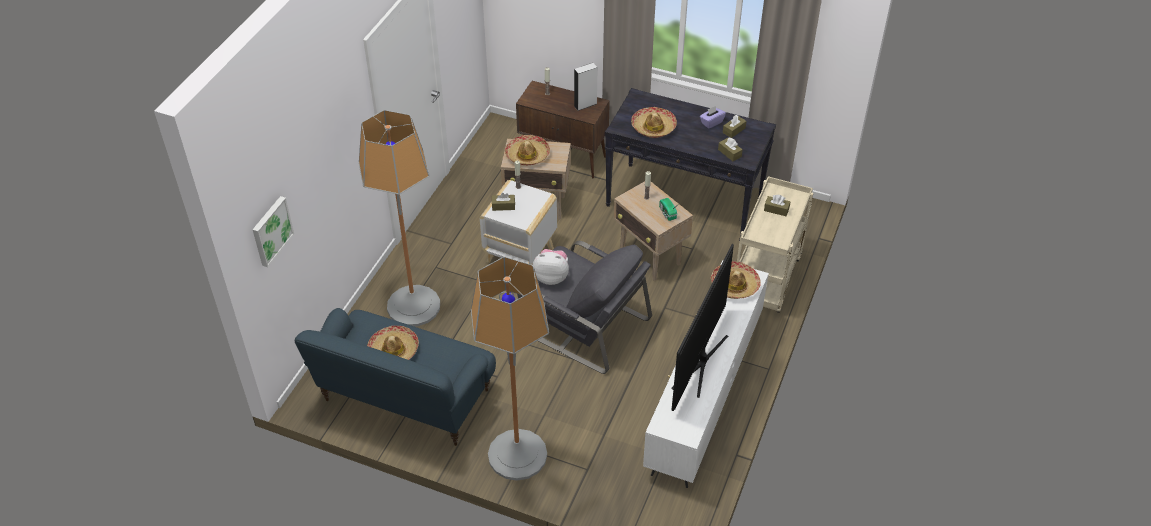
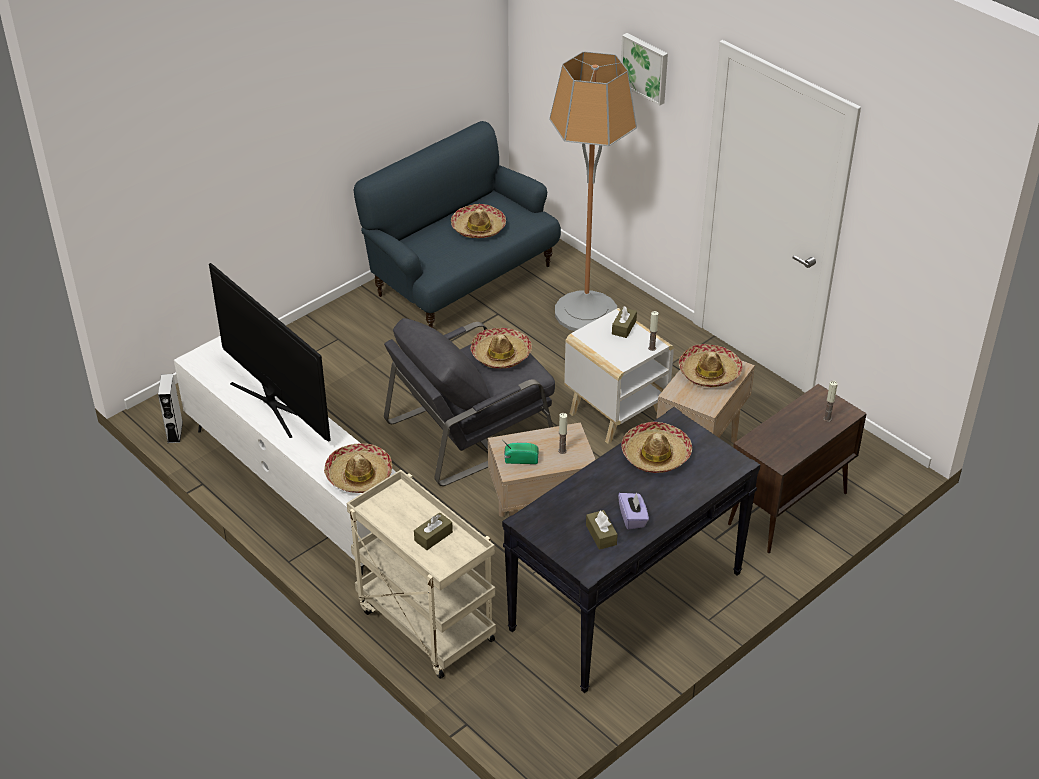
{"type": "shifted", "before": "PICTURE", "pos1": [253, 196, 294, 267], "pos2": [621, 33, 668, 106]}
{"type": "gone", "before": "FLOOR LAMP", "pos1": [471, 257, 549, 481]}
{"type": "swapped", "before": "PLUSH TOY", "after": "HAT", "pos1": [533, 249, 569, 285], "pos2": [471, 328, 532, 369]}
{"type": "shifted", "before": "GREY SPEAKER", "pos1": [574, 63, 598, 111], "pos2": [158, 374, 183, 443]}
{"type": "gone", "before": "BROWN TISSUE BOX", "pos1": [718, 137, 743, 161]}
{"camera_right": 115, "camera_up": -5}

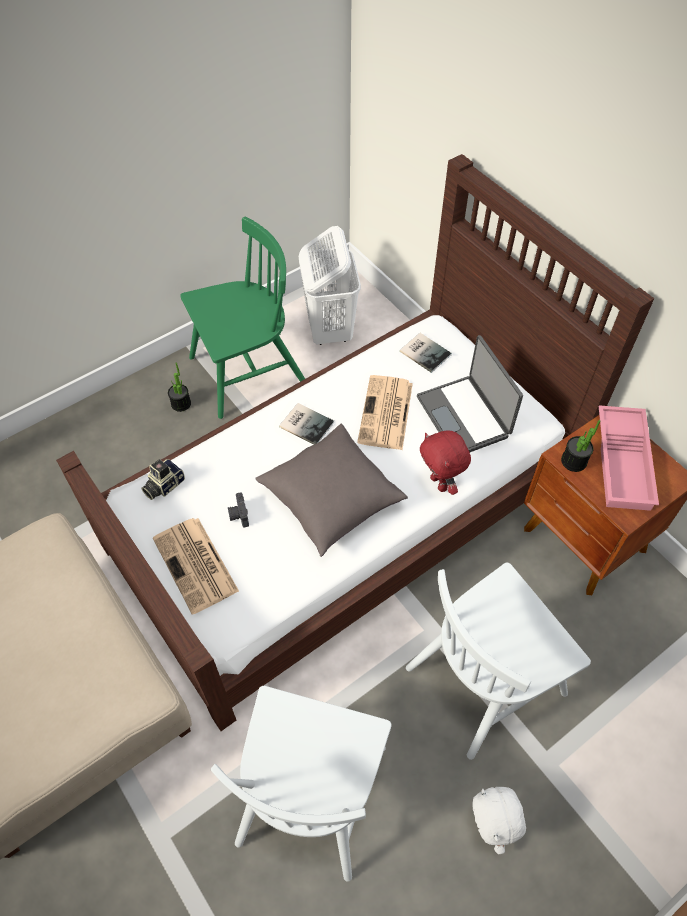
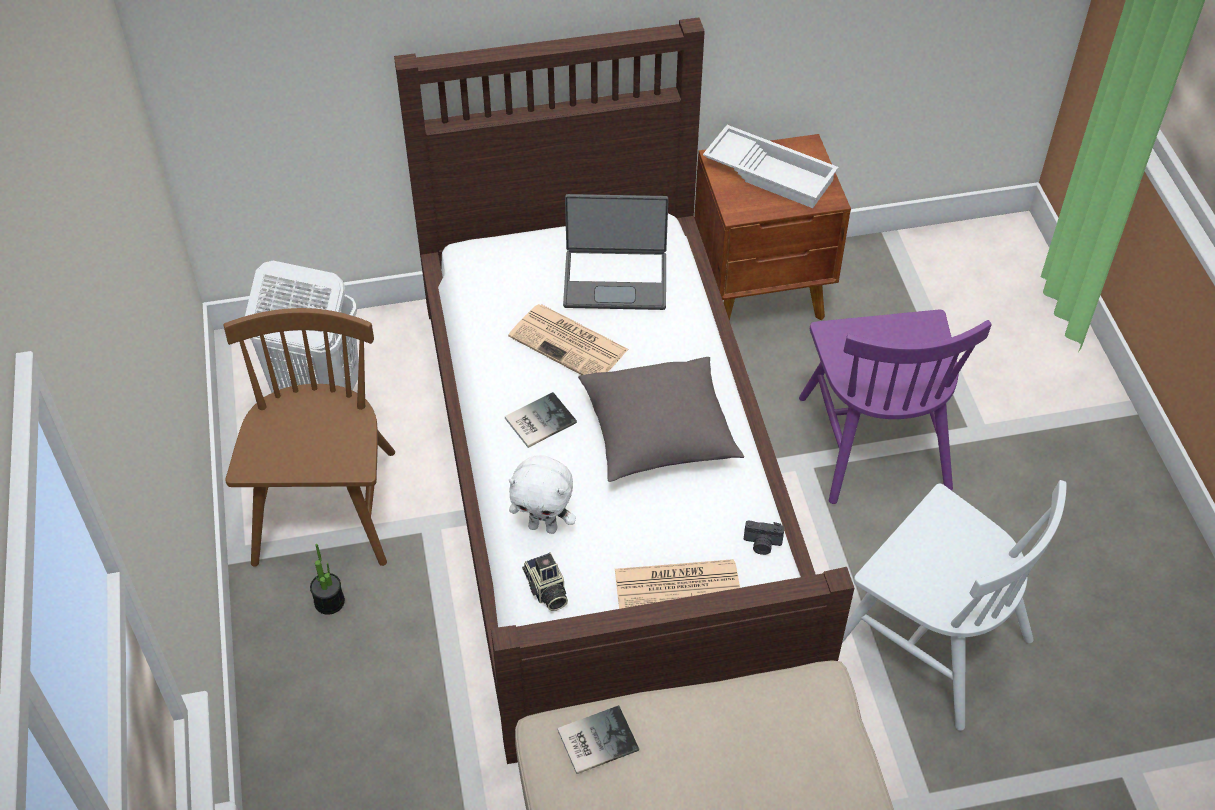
{"type": "repainted", "before": "GREEN CHAIR", "after": "BROWN CHAIR", "pos1": [180, 216, 305, 419], "pos2": [223, 308, 395, 567]}
{"type": "shifted", "before": "PHOTO CAMERA", "pos1": [228, 492, 249, 528], "pos2": [744, 520, 785, 555]}
{"type": "shifted", "before": "BOOK", "pos1": [400, 333, 452, 373], "pos2": [557, 705, 639, 774]}
{"type": "repainted", "before": "WHITE CHAIR", "after": "PURPLE CHAIR", "pos1": [406, 563, 591, 760], "pos2": [799, 310, 992, 504]}
{"type": "gone", "before": "RED PLUSH TOY", "pos1": [420, 431, 471, 495]}
{"type": "shifted", "before": "WHITE PLUSH TOY", "pos1": [472, 787, 526, 854], "pos2": [509, 455, 576, 534]}
{"type": "gone", "before": "POTTED PLANT", "pos1": [561, 420, 600, 472]}
{"type": "repainted", "before": "PINK TRAY", "after": "WHITE TRAY", "pos1": [599, 405, 659, 511], "pos2": [703, 125, 838, 208]}
{"camera_right": -65, "camera_up": -5}

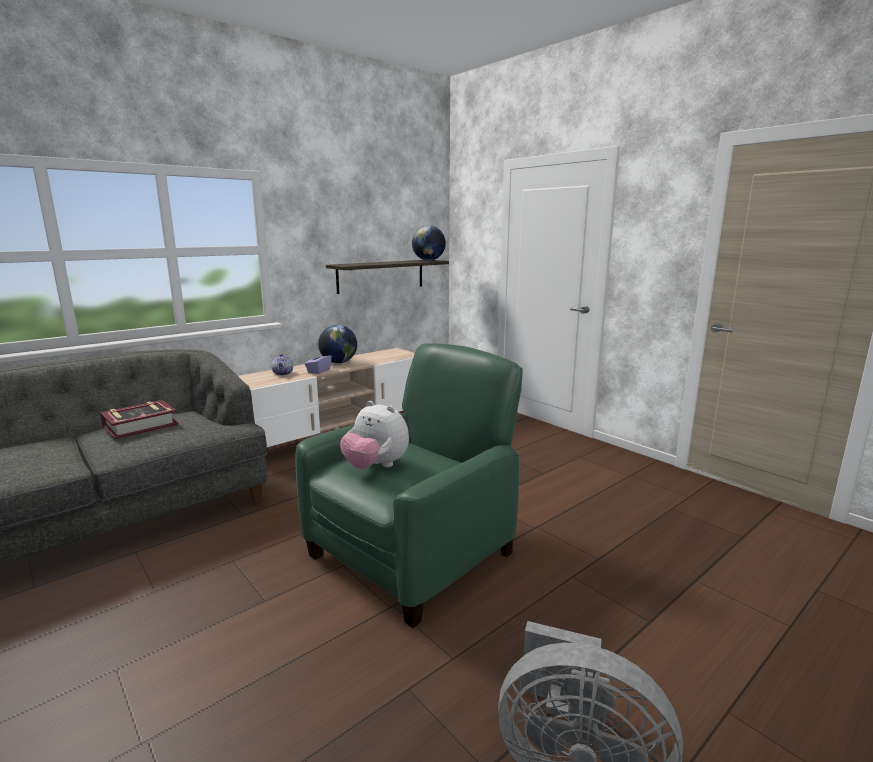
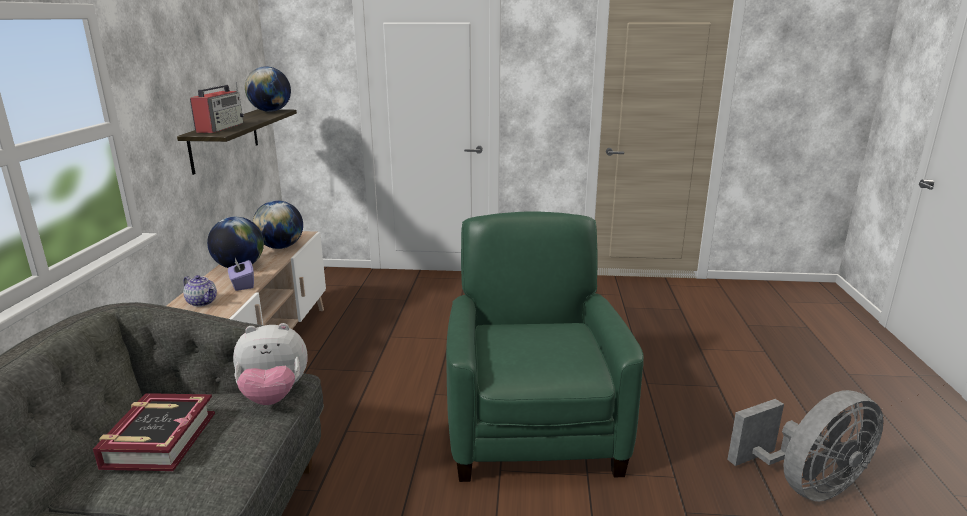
{"type": "shifted", "before": "PLUSH TOY", "pos1": [340, 401, 409, 469], "pos2": [233, 323, 308, 405]}
{"type": "new", "after": "RADIO", "pos2": [190, 82, 244, 133]}
{"type": "new", "after": "GLOBE", "pos2": [253, 200, 303, 249]}
{"camera_right": -45, "camera_up": 5}

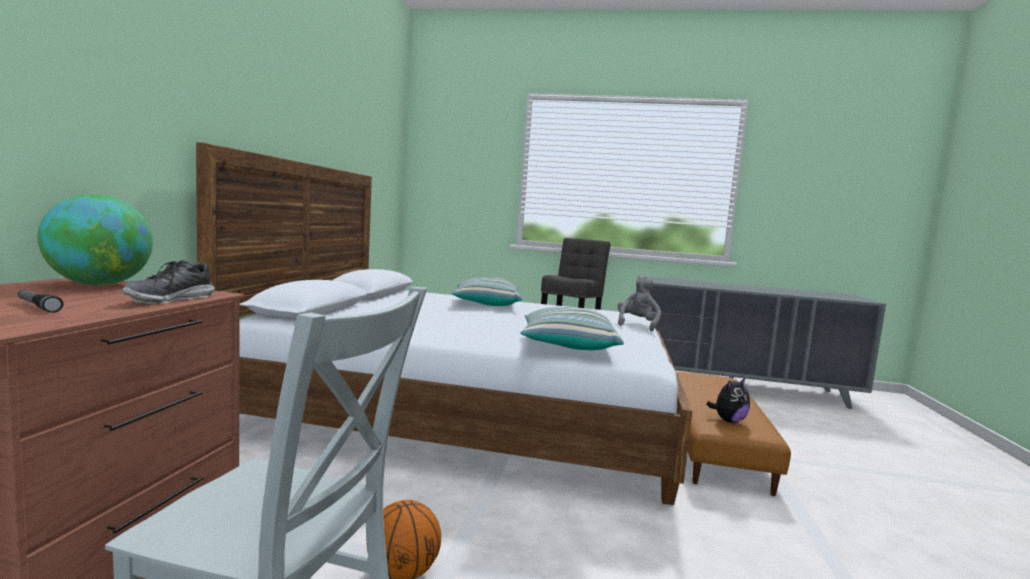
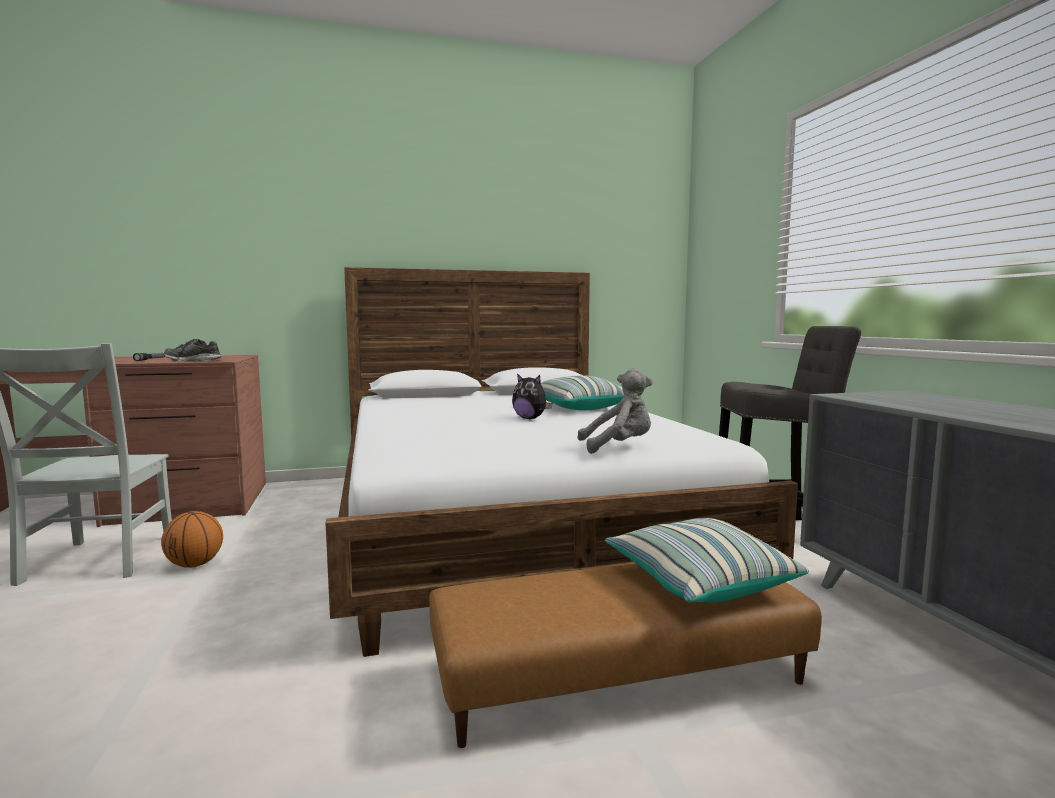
{"type": "gone", "before": "GLOBE", "pos1": [38, 194, 153, 285]}
{"type": "shifted", "before": "PILLOW", "pos1": [520, 307, 624, 350], "pos2": [605, 518, 809, 603]}
{"type": "shifted", "before": "PLUSH TOY", "pos1": [706, 377, 750, 423], "pos2": [512, 374, 552, 419]}
{"camera_right": 65, "camera_up": 0}

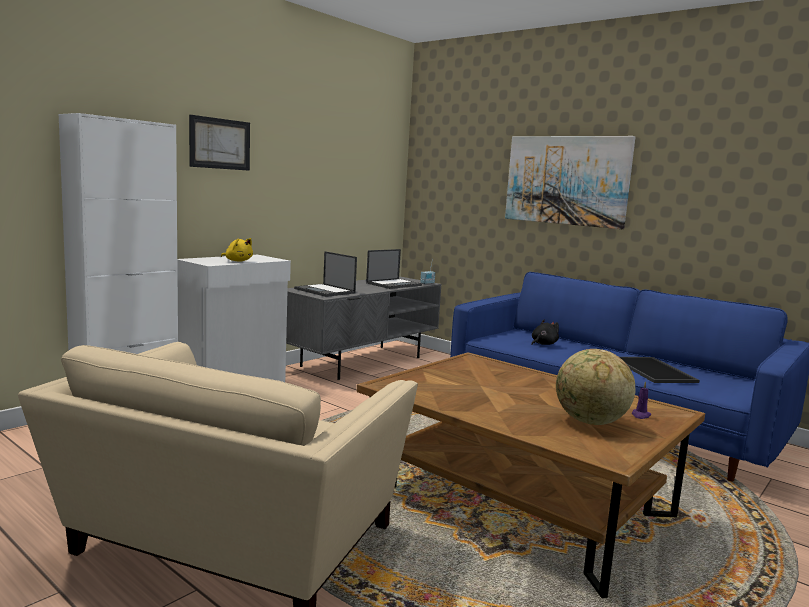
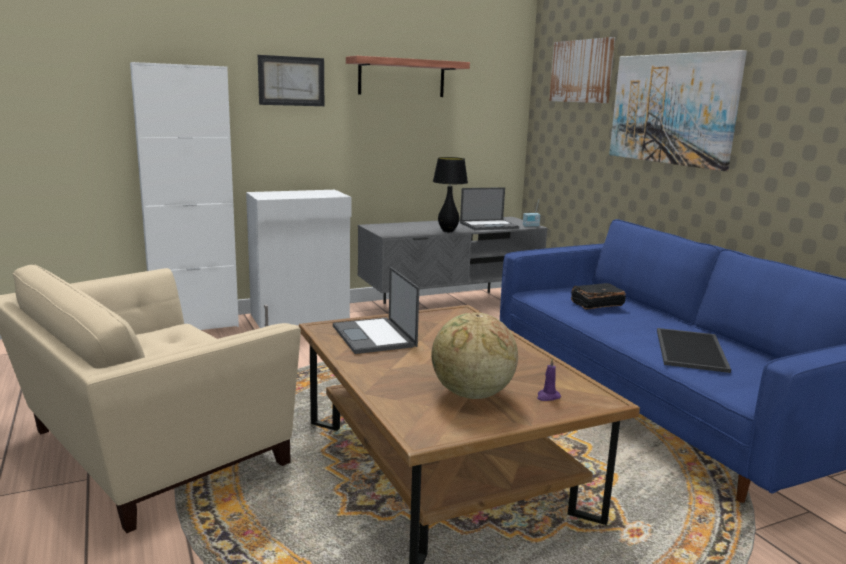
{"type": "gone", "before": "YELLOW PLUSH TOY", "pos1": [221, 238, 253, 262]}
{"type": "shifted", "before": "LAPTOP", "pos1": [294, 251, 357, 297], "pos2": [333, 267, 419, 354]}
{"type": "swapped", "before": "BLACK PLUSH TOY", "after": "BLACK BOOK", "pos1": [532, 320, 559, 345], "pos2": [571, 283, 626, 310]}
{"type": "new", "after": "SHELF", "pos2": [346, 56, 470, 97]}
{"type": "new", "after": "BLACK TABLE LAMP", "pos2": [433, 157, 468, 232]}
{"type": "new", "after": "PICTURE", "pos2": [549, 37, 615, 103]}
{"camera_right": 25, "camera_up": 5}

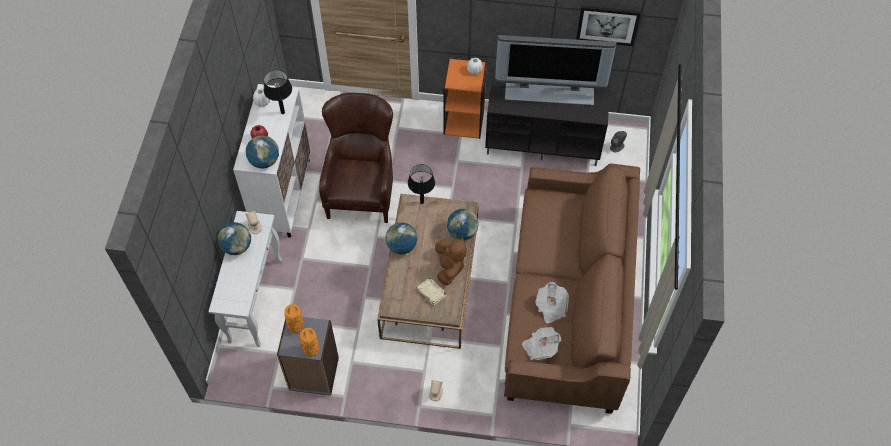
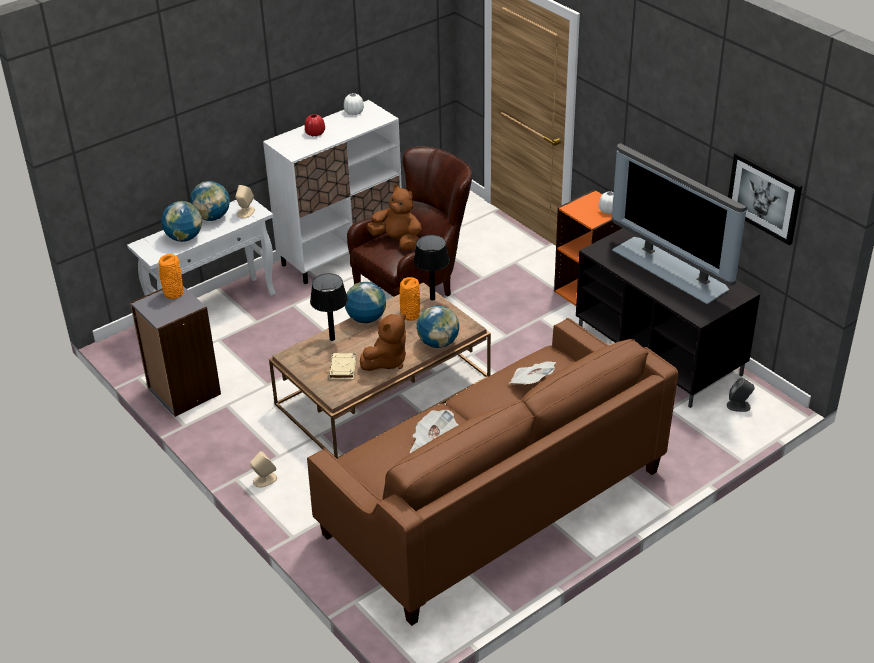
{"type": "shifted", "before": "GLOBE", "pos1": [246, 135, 279, 168], "pos2": [161, 201, 202, 242]}
{"type": "shifted", "before": "BLACK TABLE LAMP", "pos1": [264, 70, 292, 114], "pos2": [310, 274, 348, 341]}
{"type": "shifted", "before": "ORANGE VASE", "pos1": [300, 328, 319, 357], "pos2": [400, 277, 420, 321]}
{"type": "shifted", "before": "NEWSPAPER", "pos1": [522, 327, 561, 360], "pos2": [509, 361, 556, 385]}
{"type": "new", "after": "BROWN PLUSH TOY", "pos2": [367, 185, 421, 251]}
{"camera_right": 45, "camera_up": -20}

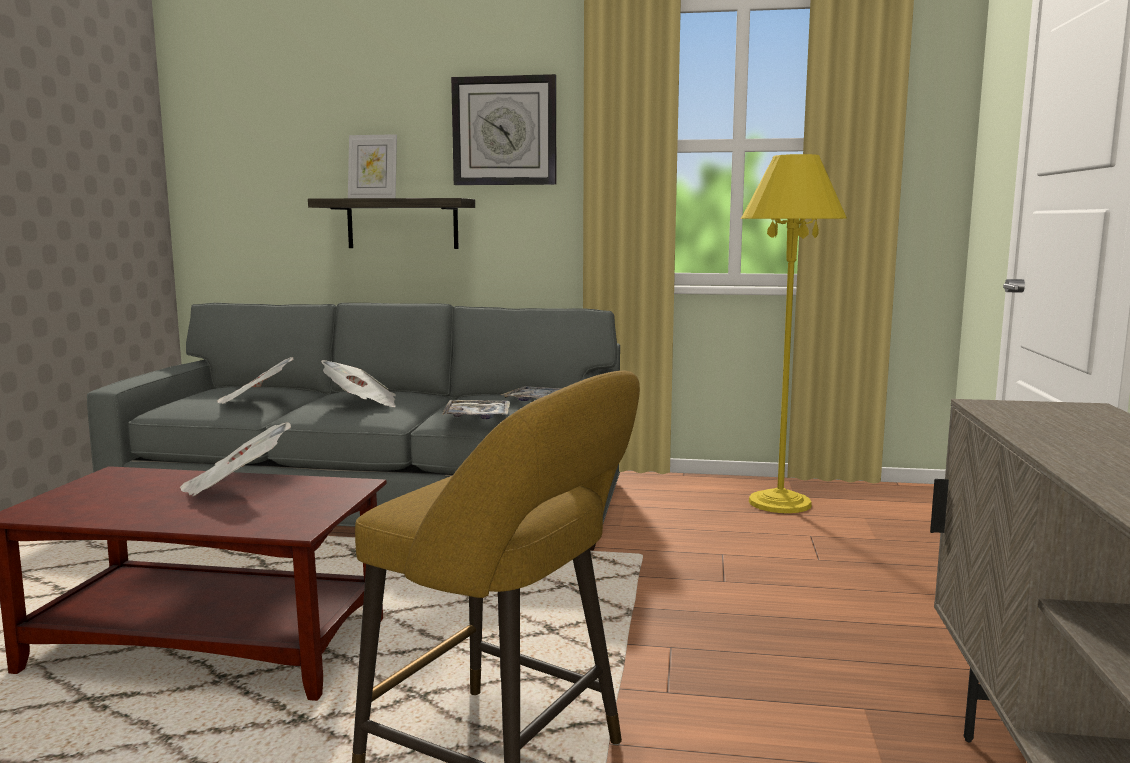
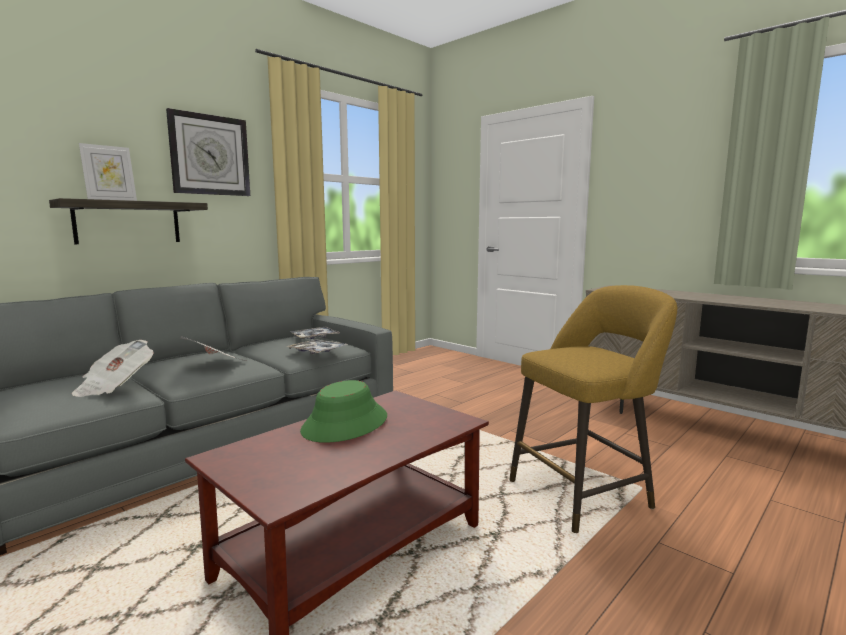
{"type": "swapped", "before": "NEWSPAPER", "after": "GREEN HAT", "pos1": [180, 423, 291, 496], "pos2": [300, 380, 387, 443]}
{"type": "gone", "before": "YELLOW FLOOR LAMP", "pos1": [741, 154, 847, 513]}
{"camera_right": -55, "camera_up": 0}

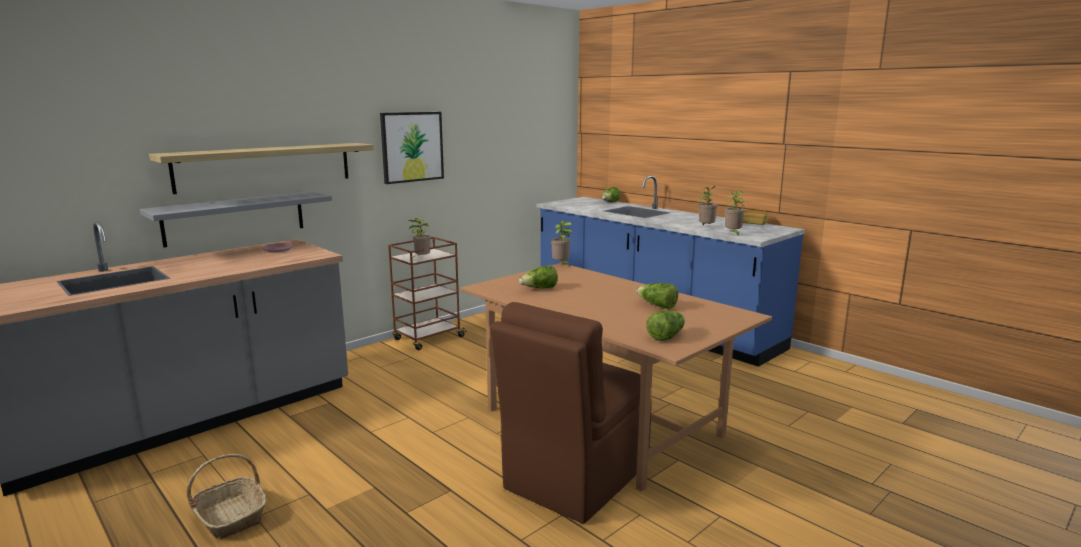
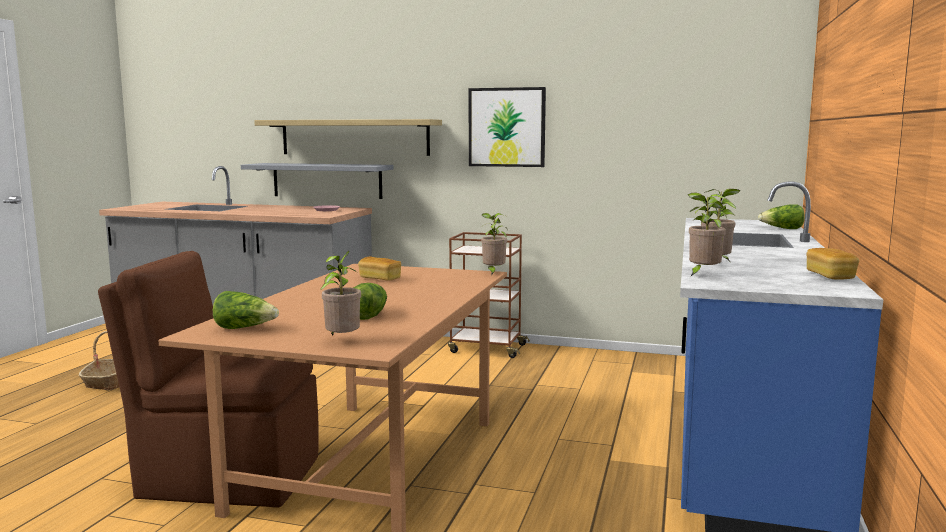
{"type": "shifted", "before": "POTTED PLANT", "pos1": [408, 218, 431, 257], "pos2": [320, 251, 361, 335]}
{"type": "swapped", "before": "LETTUCE", "after": "BREAD", "pos1": [519, 265, 558, 288], "pos2": [358, 257, 401, 281]}
{"camera_right": 60, "camera_up": -5}

